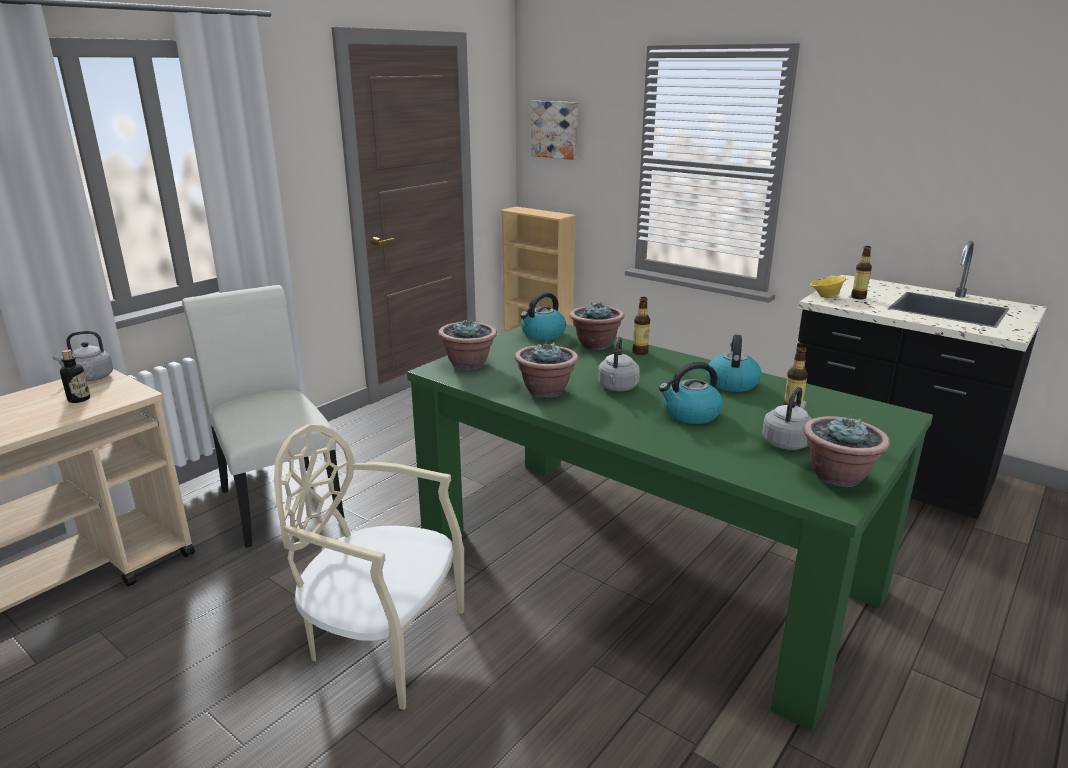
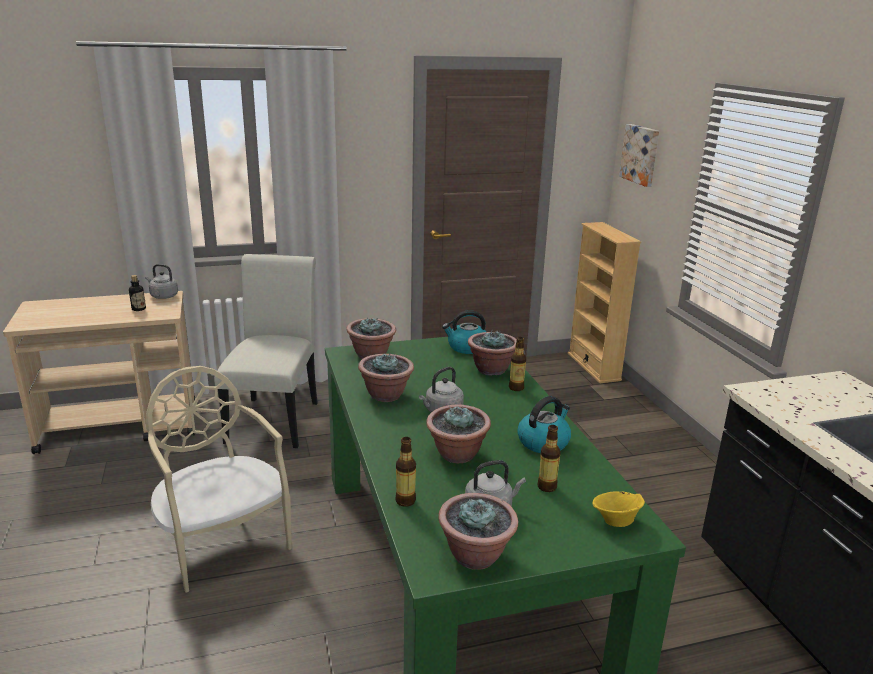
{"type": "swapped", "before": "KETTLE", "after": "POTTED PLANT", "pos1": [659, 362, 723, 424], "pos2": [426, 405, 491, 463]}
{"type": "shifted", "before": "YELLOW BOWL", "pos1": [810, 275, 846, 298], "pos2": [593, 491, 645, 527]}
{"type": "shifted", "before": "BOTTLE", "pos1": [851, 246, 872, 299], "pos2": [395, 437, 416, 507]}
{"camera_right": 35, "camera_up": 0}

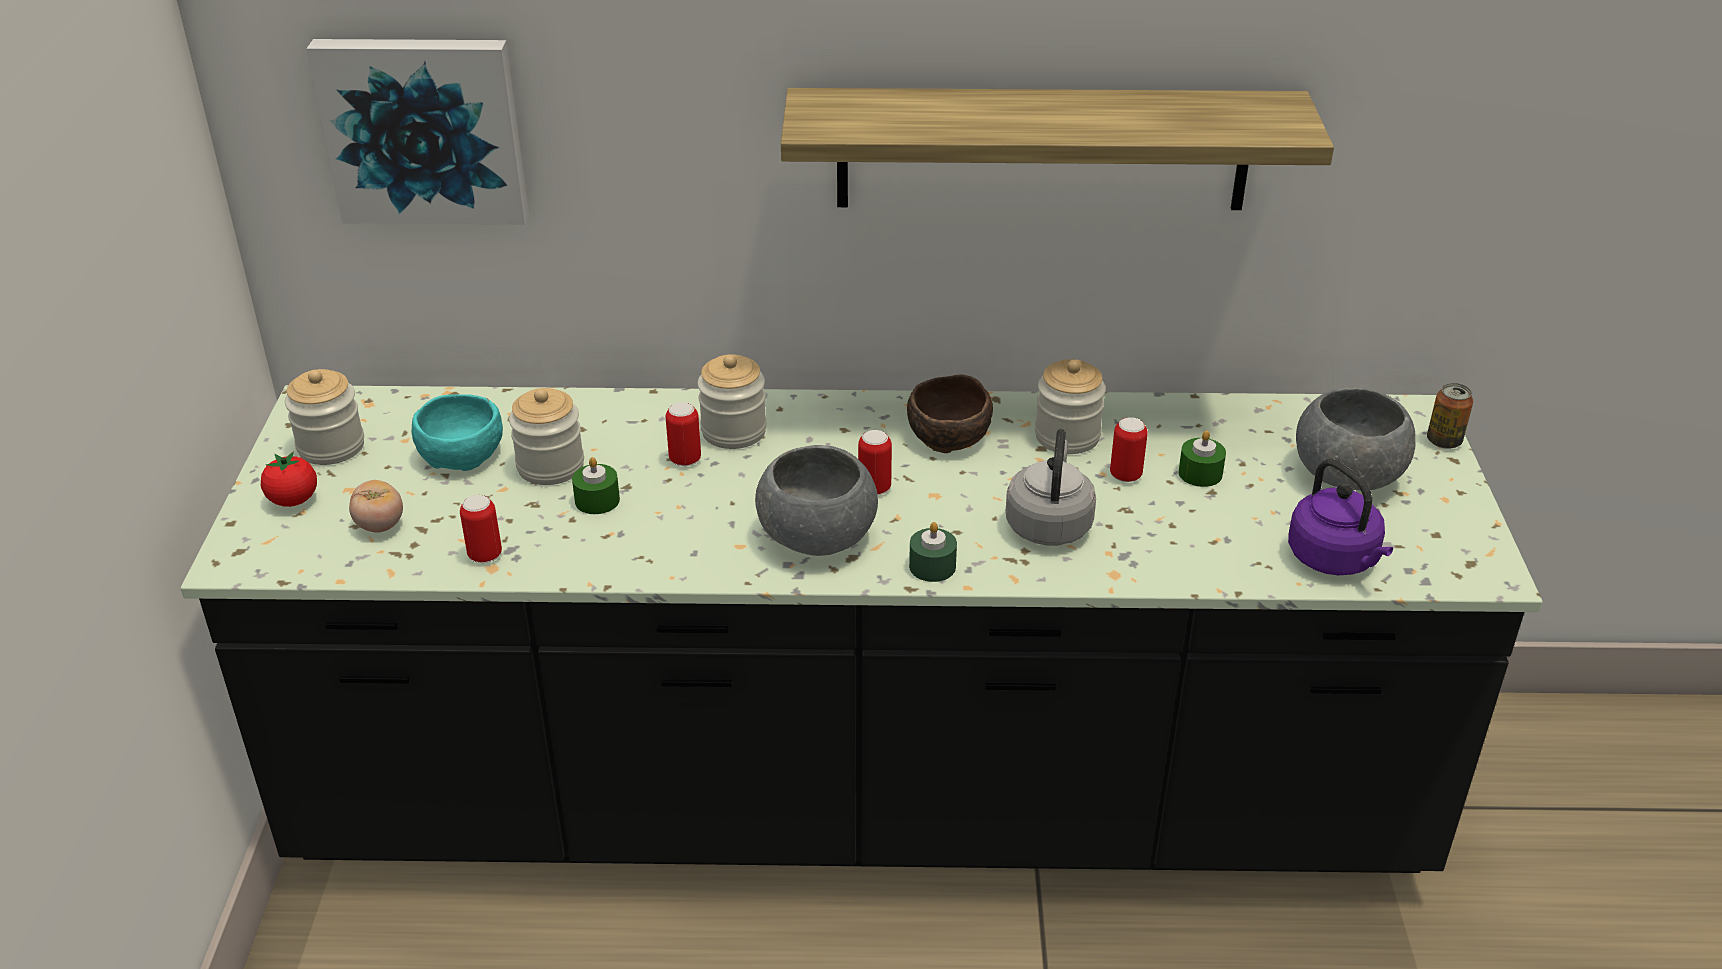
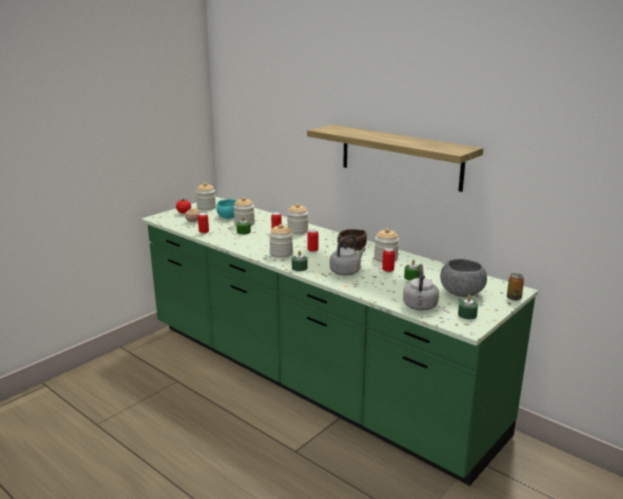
{"type": "repainted", "before": "BLACK COUNTER", "after": "GREEN COUNTER", "pos1": [180, 385, 1543, 873], "pos2": [141, 197, 538, 486]}
{"type": "gone", "before": "PICTURE", "pos1": [306, 39, 529, 224]}
{"type": "swapped", "before": "GREY BOWL", "after": "JAR", "pos1": [755, 445, 878, 556], "pos2": [269, 224, 293, 258]}
{"type": "repainted", "before": "PURPLE KETTLE", "after": "GREY KETTLE", "pos1": [1288, 459, 1393, 575], "pos2": [403, 264, 439, 311]}
{"type": "new", "after": "GREEN CANDLE", "pos2": [458, 295, 478, 319]}
{"camera_right": 40, "camera_up": -15}

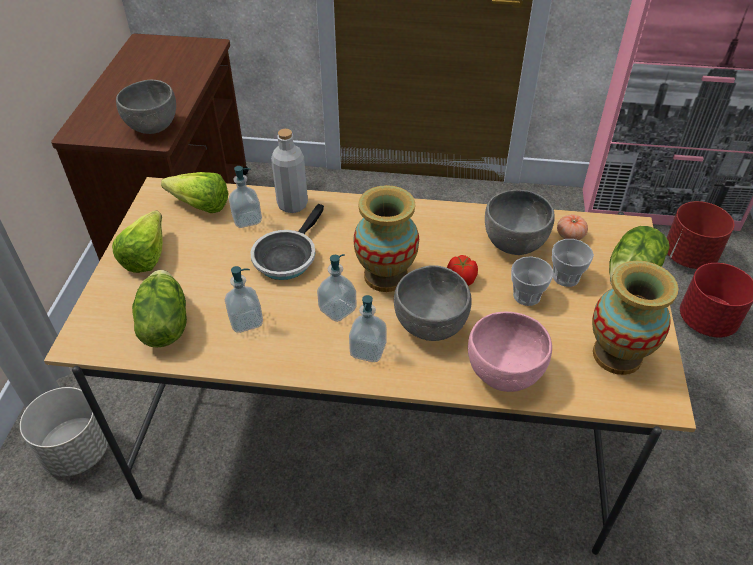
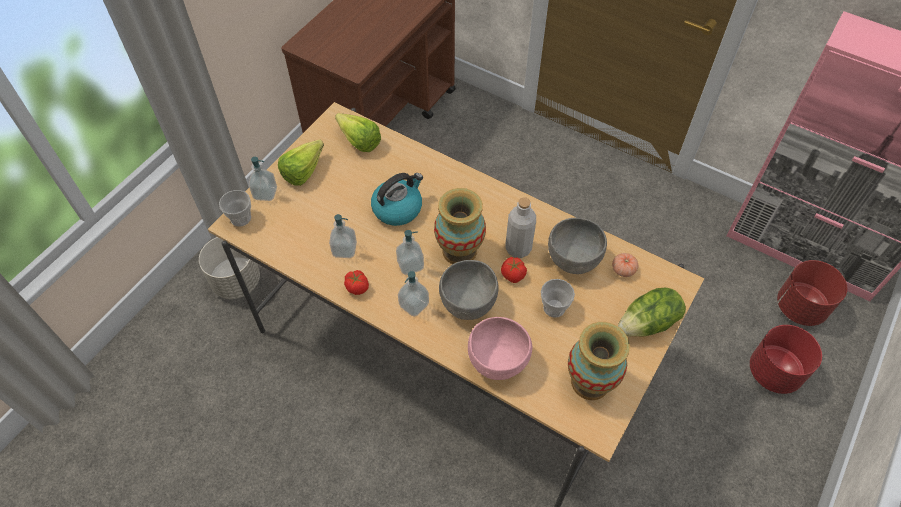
{"type": "gone", "before": "GREY BOWL", "pos1": [116, 80, 176, 134]}
{"type": "gone", "before": "LETTUCE", "pos1": [132, 270, 187, 348]}
{"type": "shifted", "before": "SOAP DISPENSER", "pos1": [229, 166, 262, 228], "pos2": [249, 157, 277, 201]}
{"type": "swapped", "before": "FRYING PAN", "after": "KETTLE", "pos1": [250, 204, 324, 280], "pos2": [371, 173, 423, 226]}
{"type": "shifted", "before": "GREY BOTTLE", "pos1": [271, 129, 308, 213], "pos2": [505, 197, 536, 258]}
{"type": "shifted", "before": "CUP", "pos1": [552, 239, 594, 287], "pos2": [219, 190, 251, 227]}
{"type": "new", "after": "TOMATO", "pos2": [344, 270, 369, 295]}
{"camera_right": 25, "camera_up": 10}

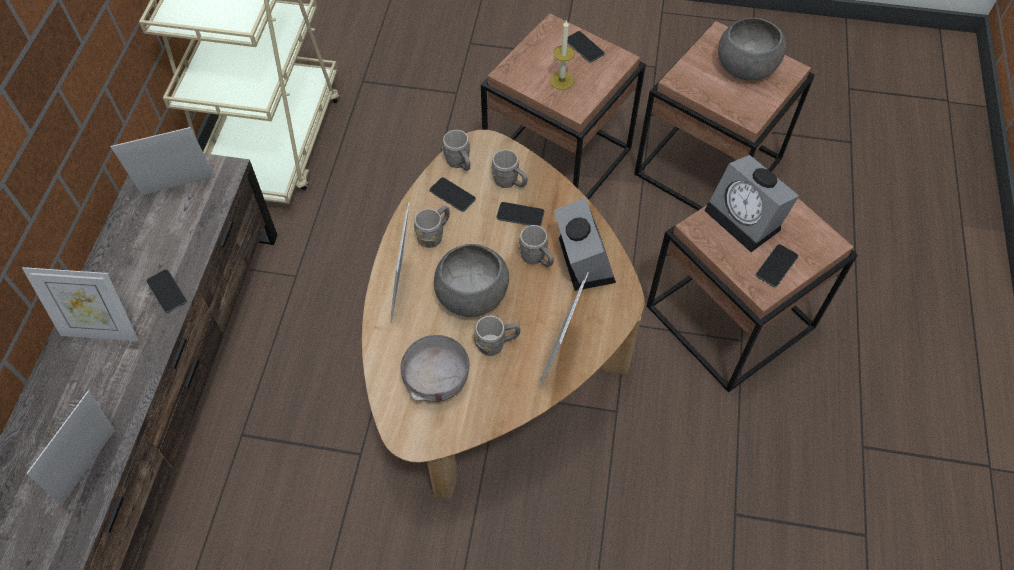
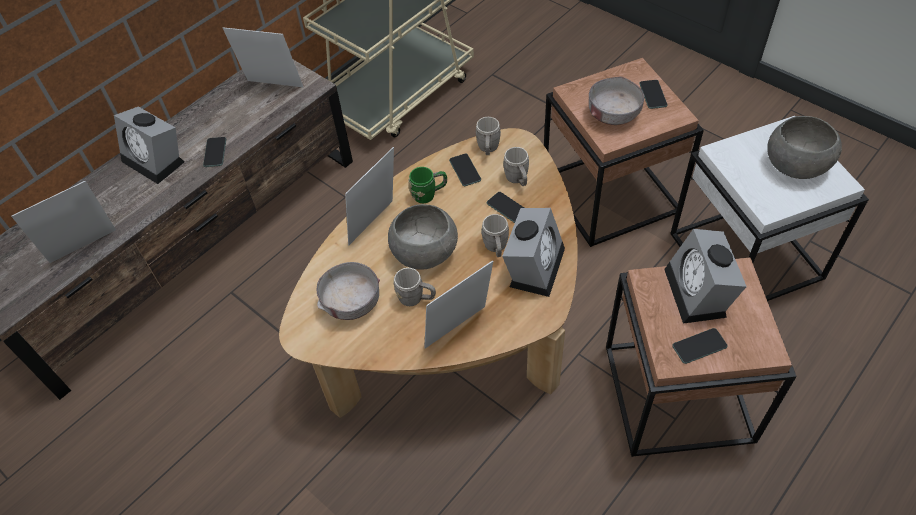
{"type": "swapped", "before": "PICTURE FRAME", "after": "ALARM CLOCK", "pos1": [22, 267, 139, 341], "pos2": [114, 107, 184, 184]}
{"type": "repainted", "before": "GREY MUG", "after": "GREEN MUG", "pos1": [414, 206, 450, 248], "pos2": [408, 167, 447, 203]}
{"type": "swapped", "before": "CANDLE", "after": "GREY BOWL", "pos1": [550, 20, 575, 90], "pos2": [589, 76, 644, 125]}
{"type": "repainted", "before": "BROWN SIDE TABLE", "after": "WHITE SIDE TABLE", "pos1": [634, 21, 815, 210], "pos2": [670, 116, 869, 301]}
{"camera_right": 35, "camera_up": -5}

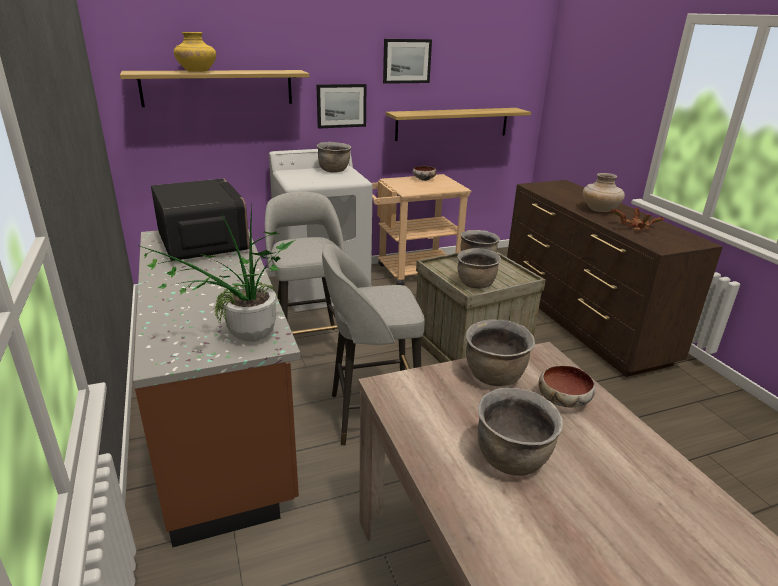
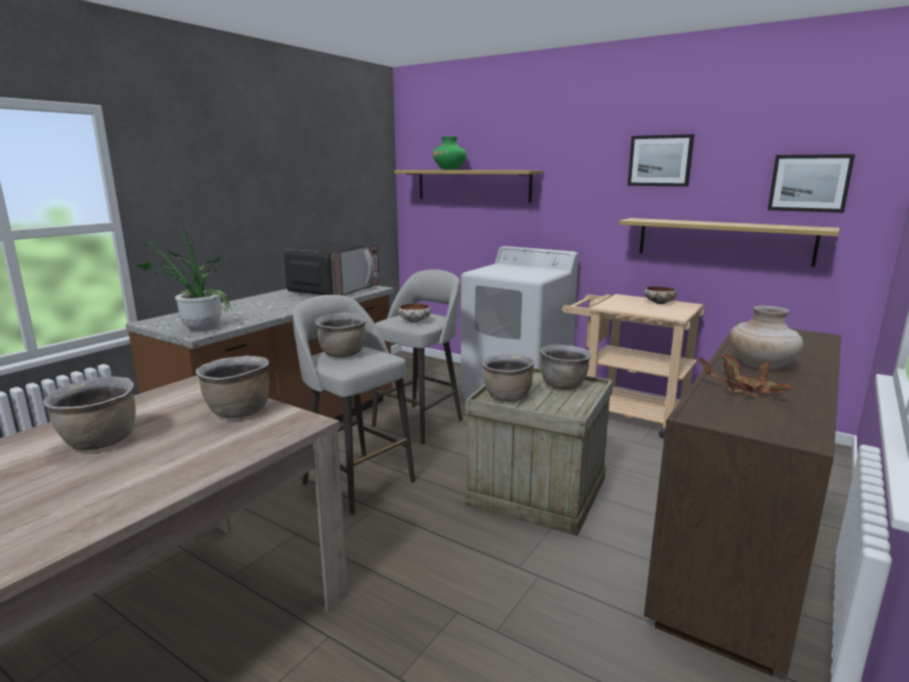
{"type": "repainted", "before": "YELLOW VASE", "after": "GREEN VASE", "pos1": [174, 32, 216, 72], "pos2": [432, 137, 467, 170]}
{"type": "shifted", "before": "PICTURE", "pos1": [316, 84, 366, 128], "pos2": [768, 154, 855, 213]}
{"type": "shifted", "before": "BROWN COOKING POT", "pos1": [317, 142, 351, 173], "pos2": [315, 312, 367, 358]}
{"type": "shifted", "before": "BOWL", "pos1": [538, 365, 595, 408], "pos2": [398, 303, 431, 322]}
{"camera_right": 55, "camera_up": -10}

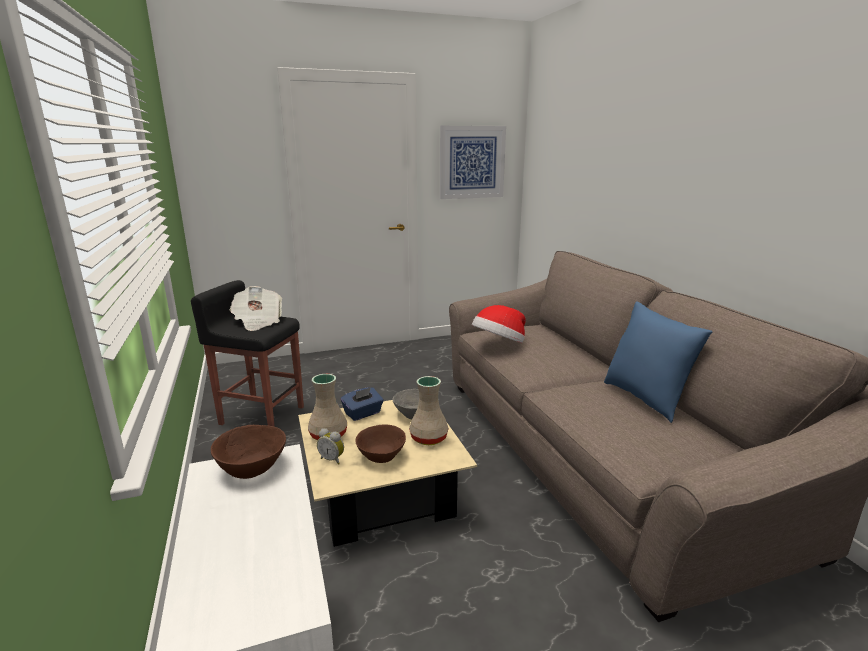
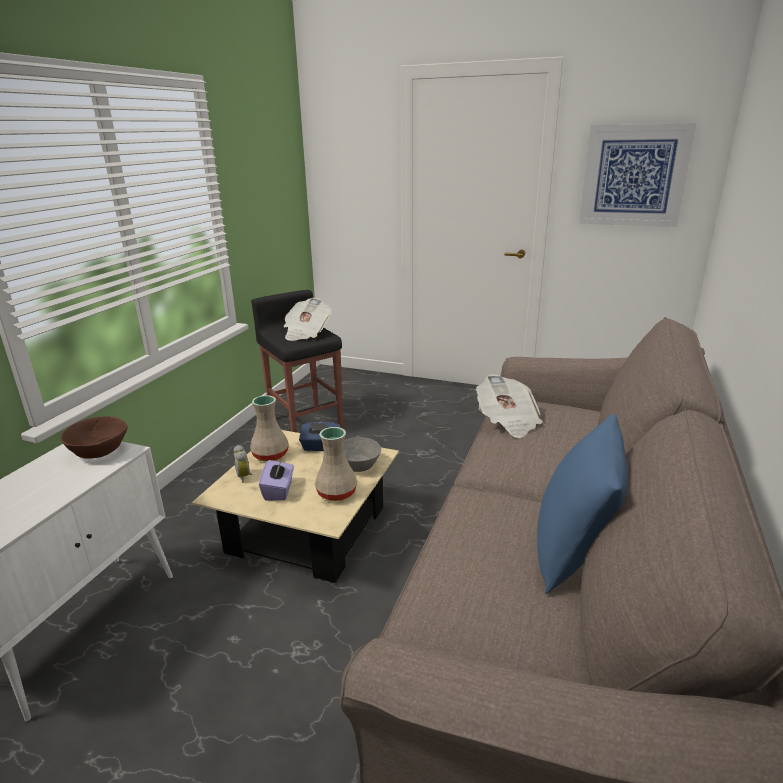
{"type": "swapped", "before": "BROWN BOWL", "after": "PURPLE TISSUE BOX", "pos1": [355, 425, 406, 463], "pos2": [259, 457, 294, 500]}
{"type": "swapped", "before": "HAT", "after": "NEWSPAPER", "pos1": [472, 305, 526, 343], "pos2": [476, 374, 542, 438]}
{"camera_right": 40, "camera_up": 5}

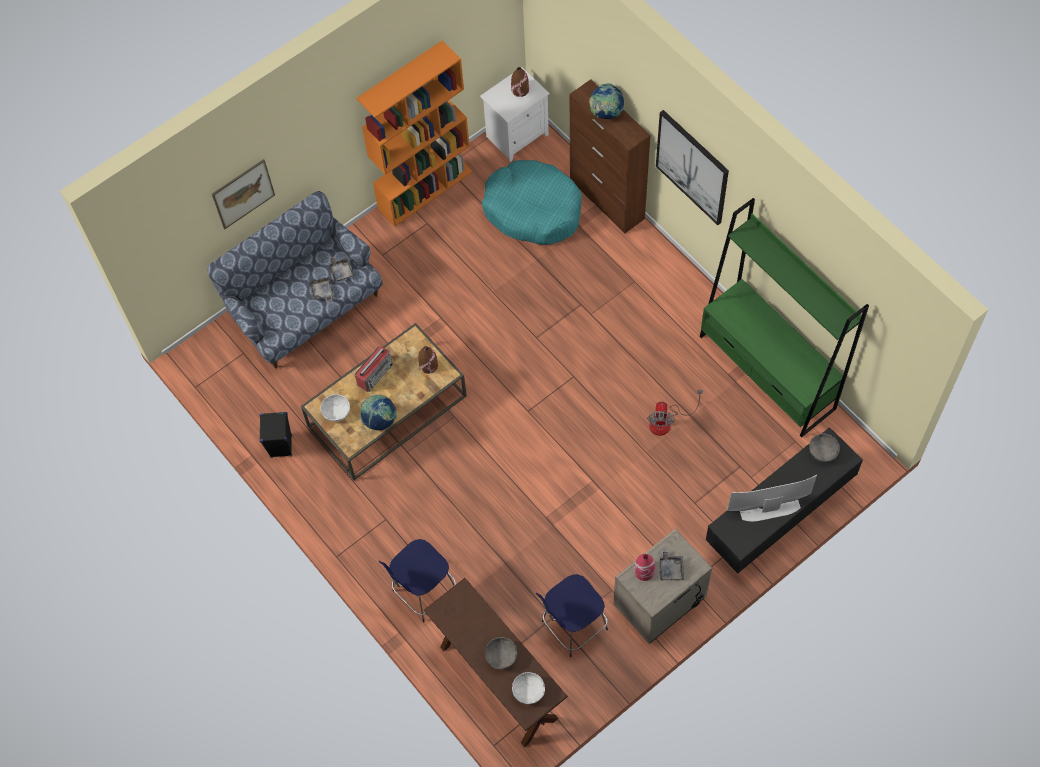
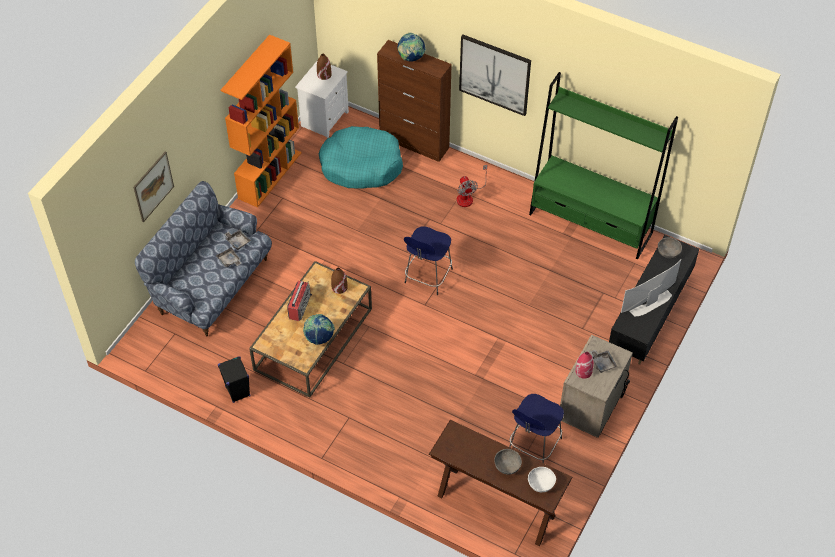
{"type": "gone", "before": "WHITE BOWL", "pos1": [320, 394, 350, 422]}
{"type": "shifted", "before": "BLUE STOOL", "pos1": [378, 539, 456, 622], "pos2": [404, 226, 453, 295]}
{"type": "shifted", "before": "FAN", "pos1": [647, 390, 703, 436], "pos2": [457, 165, 487, 207]}
{"camera_right": -25, "camera_up": -10}

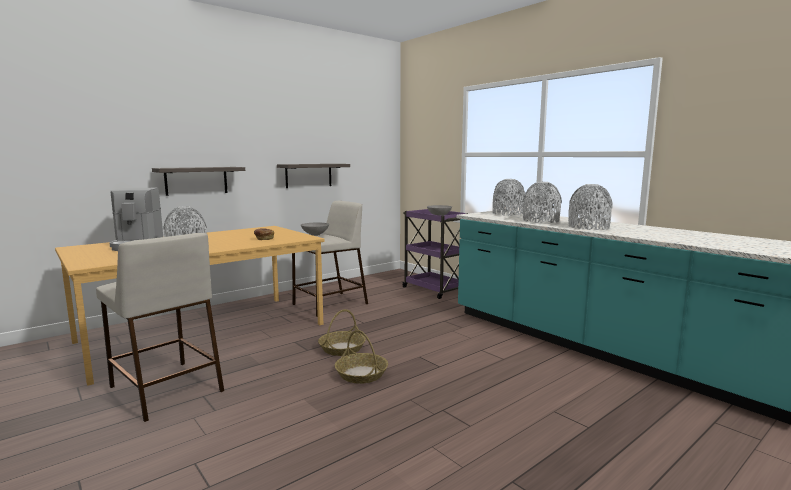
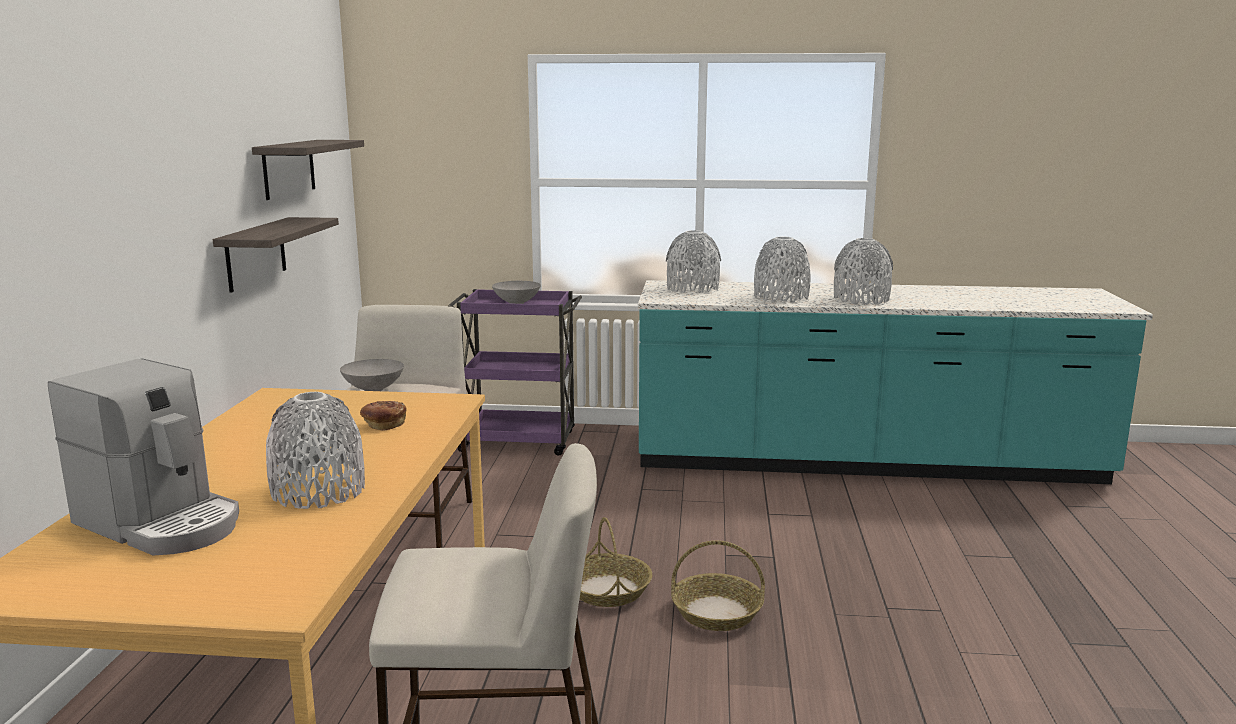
{"type": "shifted", "before": "SHELF", "pos1": [152, 167, 245, 196], "pos2": [252, 140, 364, 200]}
{"camera_right": -45, "camera_up": 5}

